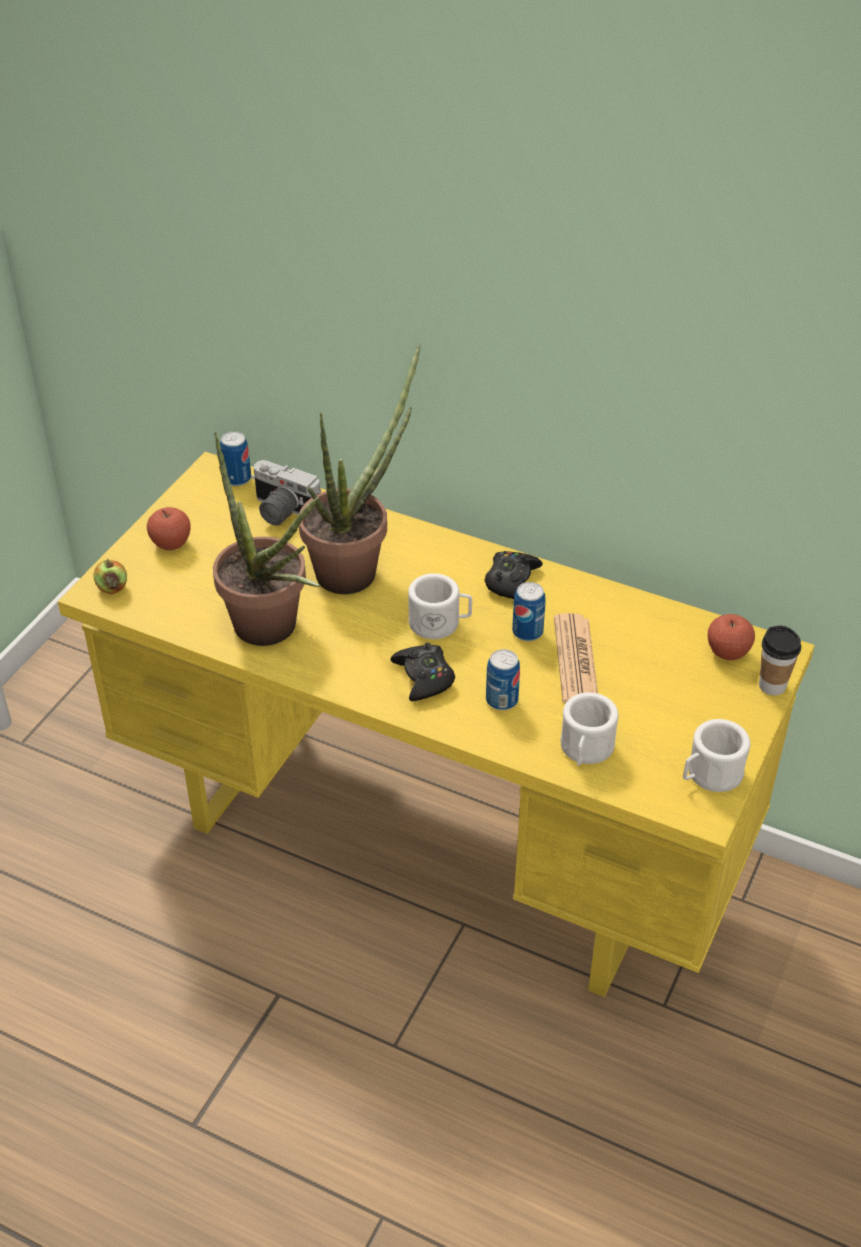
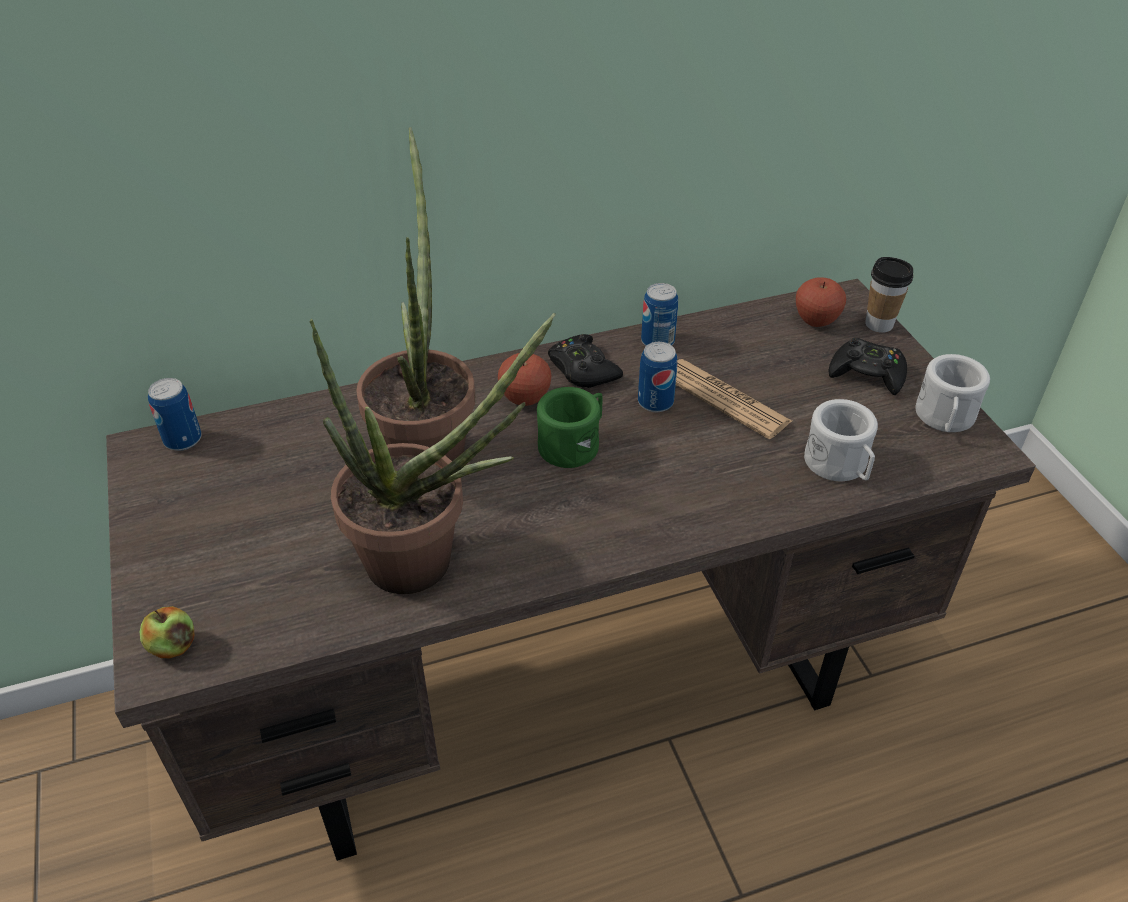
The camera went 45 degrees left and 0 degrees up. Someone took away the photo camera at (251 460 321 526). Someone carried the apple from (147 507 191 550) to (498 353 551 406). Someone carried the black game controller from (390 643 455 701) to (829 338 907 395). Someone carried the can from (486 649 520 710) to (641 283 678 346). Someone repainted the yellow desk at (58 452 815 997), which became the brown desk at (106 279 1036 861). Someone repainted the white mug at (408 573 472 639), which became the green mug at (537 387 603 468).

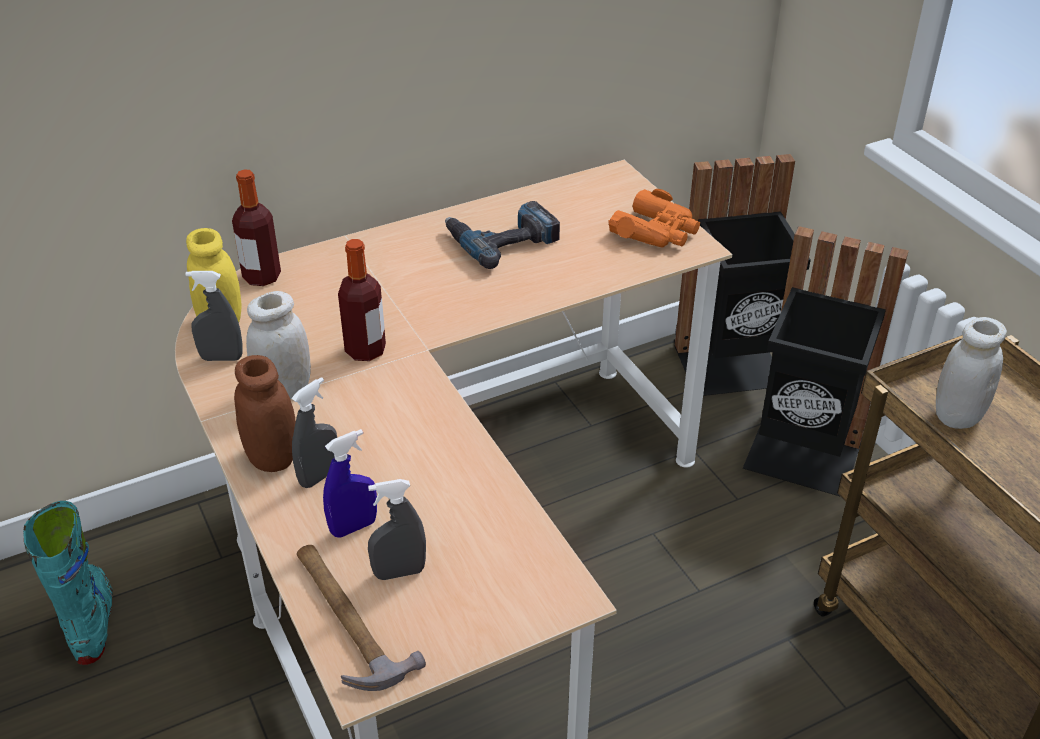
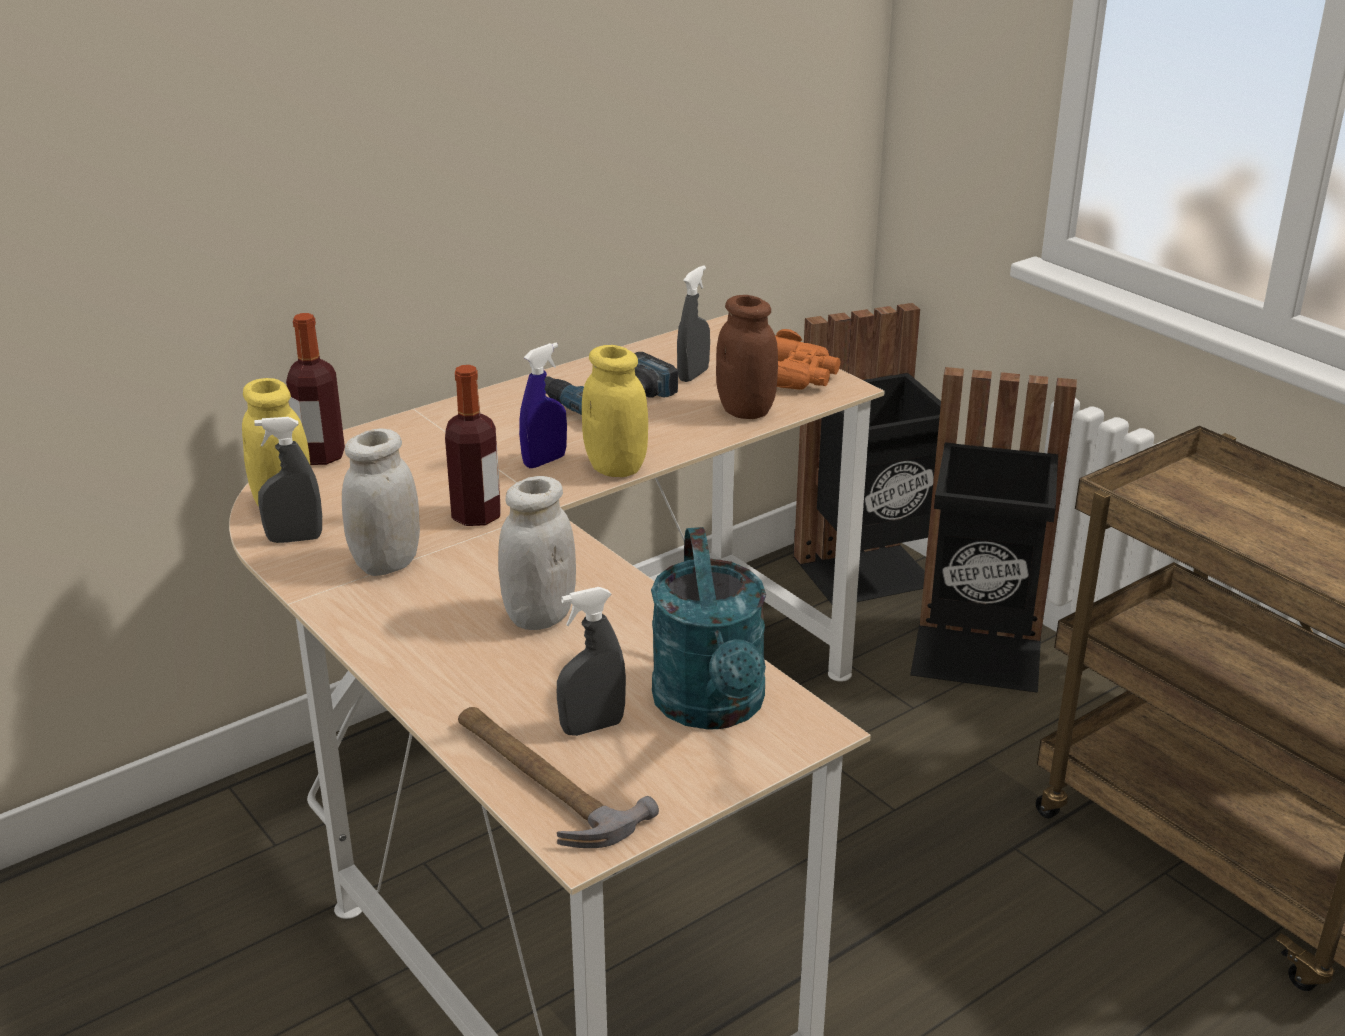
The camera went 10 degrees left and 10 degrees down. Someone took away the turquoise boot at (23 501 113 665). Someone put down the yellow jar at (582 345 648 477). Someone put down the turquoise watering can at (651 527 766 730). Someone carried the brown jar from (234 355 296 472) to (716 295 778 419). Someone carried the grey spray bottle from (291 377 337 488) to (677 265 710 382). Someone carried the blue spray bottle from (323 429 377 538) to (519 343 567 468). Someone carried the white jar from (936 317 1007 429) to (498 476 576 630).

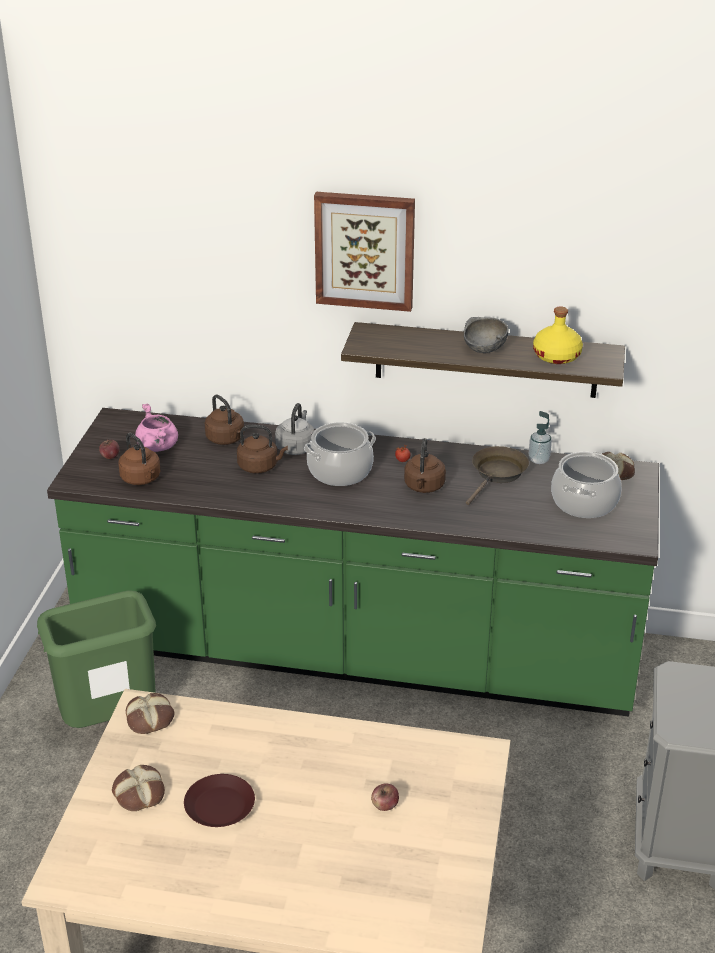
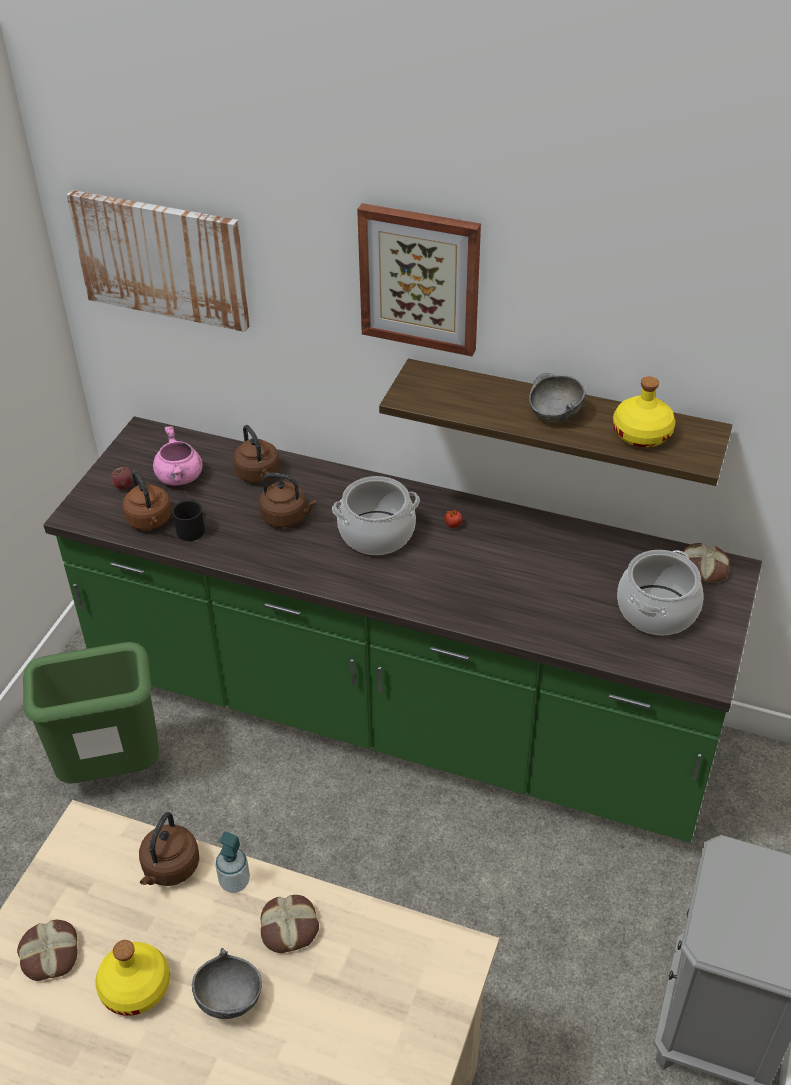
The camera went 10 degrees right and 10 degrees up. Someone took away the grey kettle at (275 403 314 455). Someone took away the apple at (371 784 399 811). Someone took away the brown frying pan at (466 446 529 505). Someone put up the picture at (67 190 250 332). Someone put down the black mug at (172 500 205 541). Someone put down the grey bowl at (192 948 262 1019). Someone carried the bread from (126 693 175 734) to (261 895 319 953). Someone carried the brown kettle from (404 438 446 493) to (139 812 199 886). Someone carried the soap dispenser from (529 411 552 464) to (215 831 250 893). Someone swapped the brown plate at (184 774 255 827) for the yellow bottle at (95 940 170 1016).

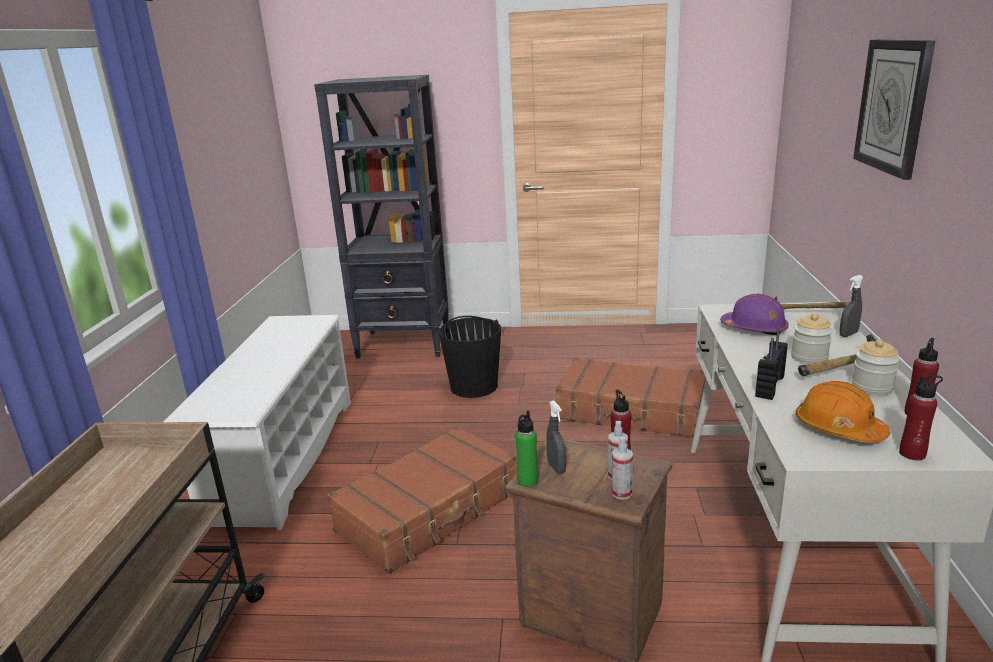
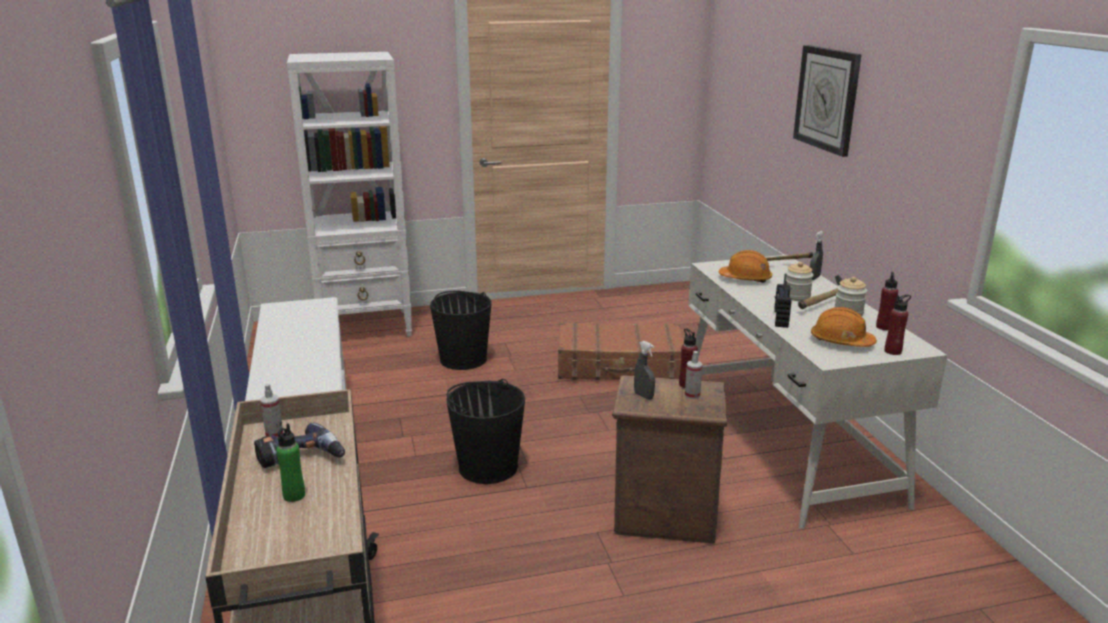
The camera went 20 degrees left and 0 degrees up. Someone put down the power drill at (254 423 345 468). Someone carried the green bottle from (515 410 538 487) to (276 423 305 502). Someone carried the spray bottle from (612 437 633 500) to (260 384 283 438). Someone swapped the brown suitcase at (328 426 516 574) for the black bucket at (446 379 525 484). Someone repainted the black bookcase at (314 75 449 358), which became the white bookcase at (287 52 412 337). Someone repainted the purple hard hat at (720 294 789 336), which became the orange hard hat at (718 250 772 283).

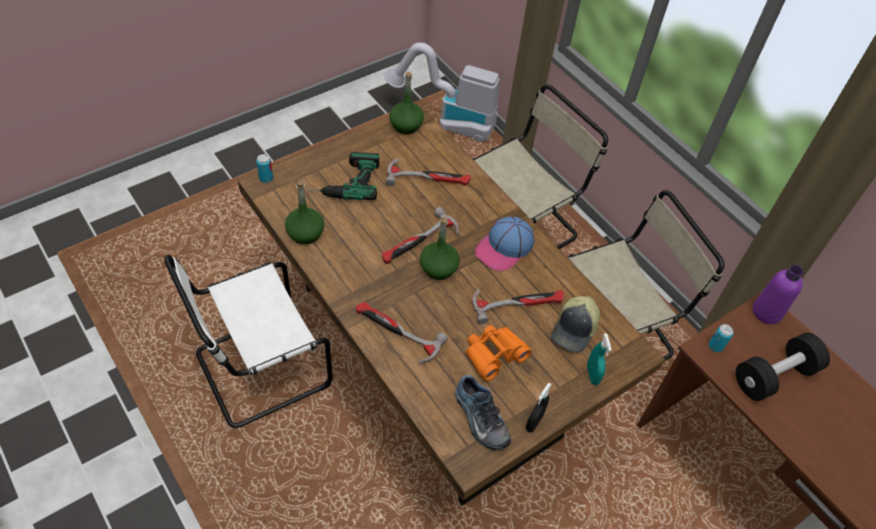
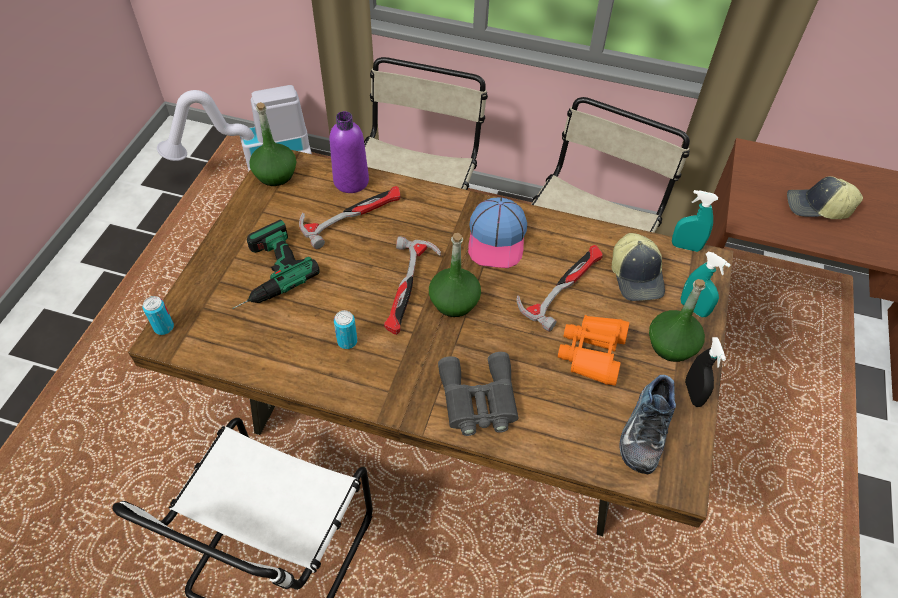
The camera went 35 degrees left and 0 degrees up. Someone put down the turquoise spray bottle at (672 190 718 252). Someone carried the green bottle from (285 181 324 244) to (649 279 706 362). Someone carried the can from (709 324 734 352) to (334 310 357 349). Someone carried the purple bottle from (753 265 803 324) to (330 111 369 193). Someone swapped the hammer at (356 302 448 364) for the grey binoculars at (438 352 519 436). Someone swapped the black dumbbell at (736 333 830 401) for the cap at (787 176 863 219). Someone rotated the shoe at (455 375 511 450) by 90 degrees clockwise.

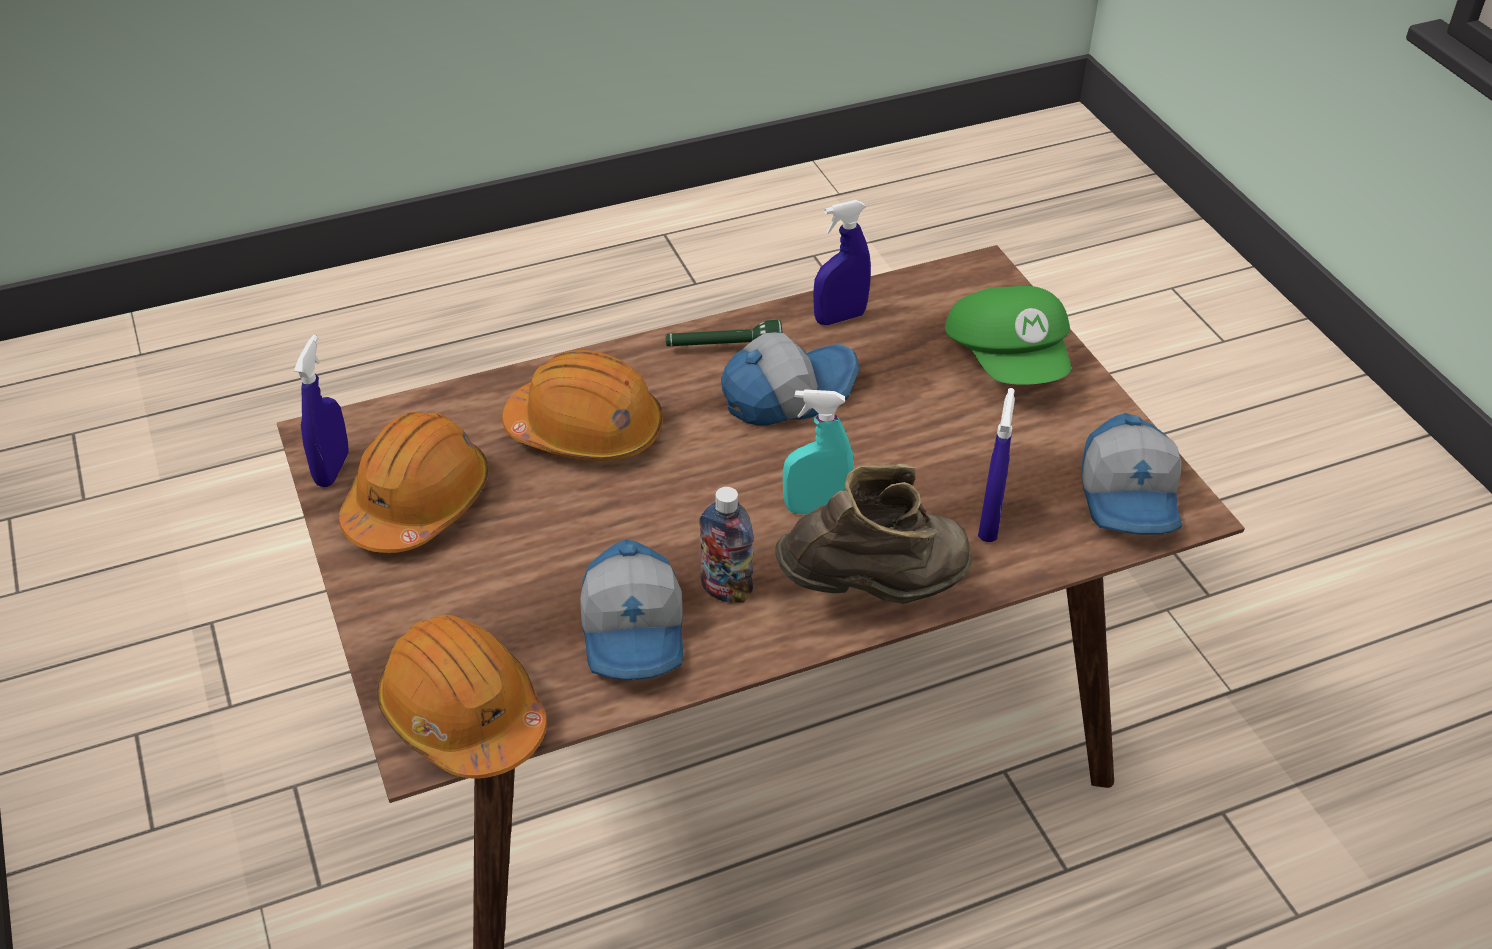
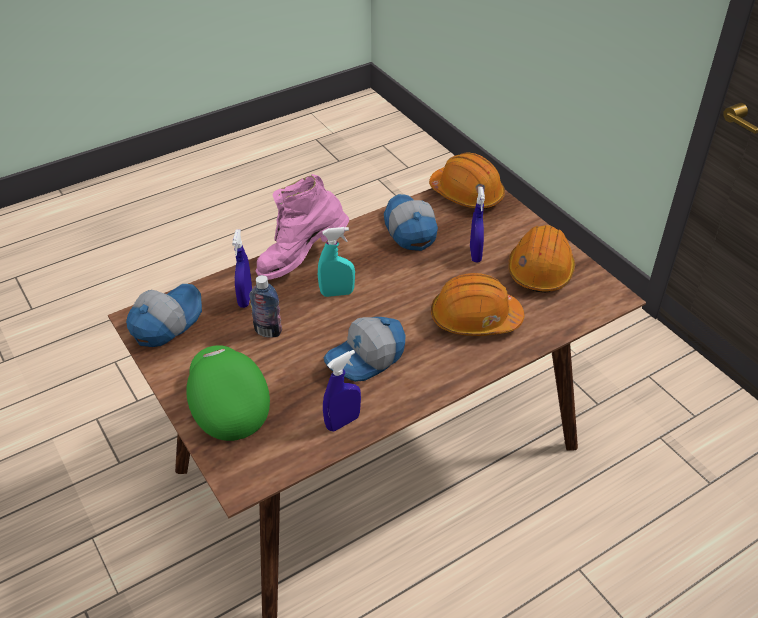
The camera went 170 degrees right and 0 degrees up. Someone took away the green flashlight at (666 320 782 346). Someone carried the blue spray bottle from (294 335 349 487) to (470 187 485 263). Someone carried the bottle from (699 487 754 603) to (249 275 282 338). Someone repainted the brown boot at (775 464 972 604), which became the pink boot at (255 174 349 280). Someone rotated the cap at (1082 413 1182 534) by 45 degrees clockwise.

